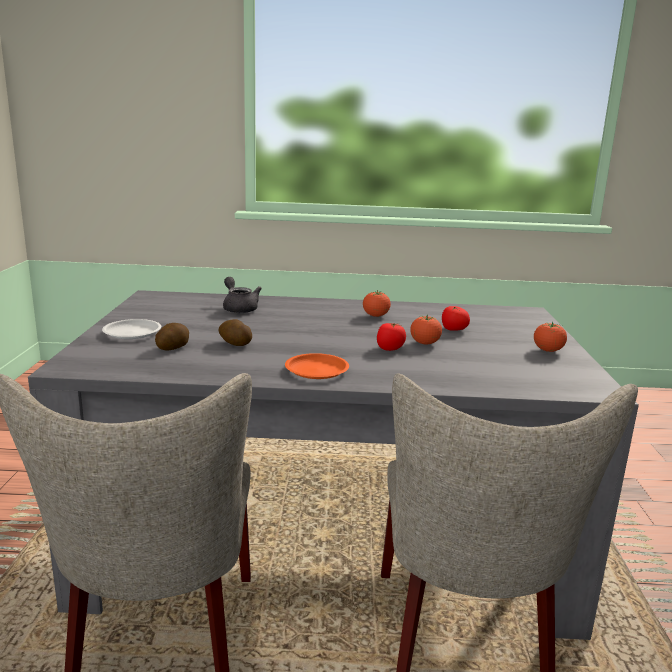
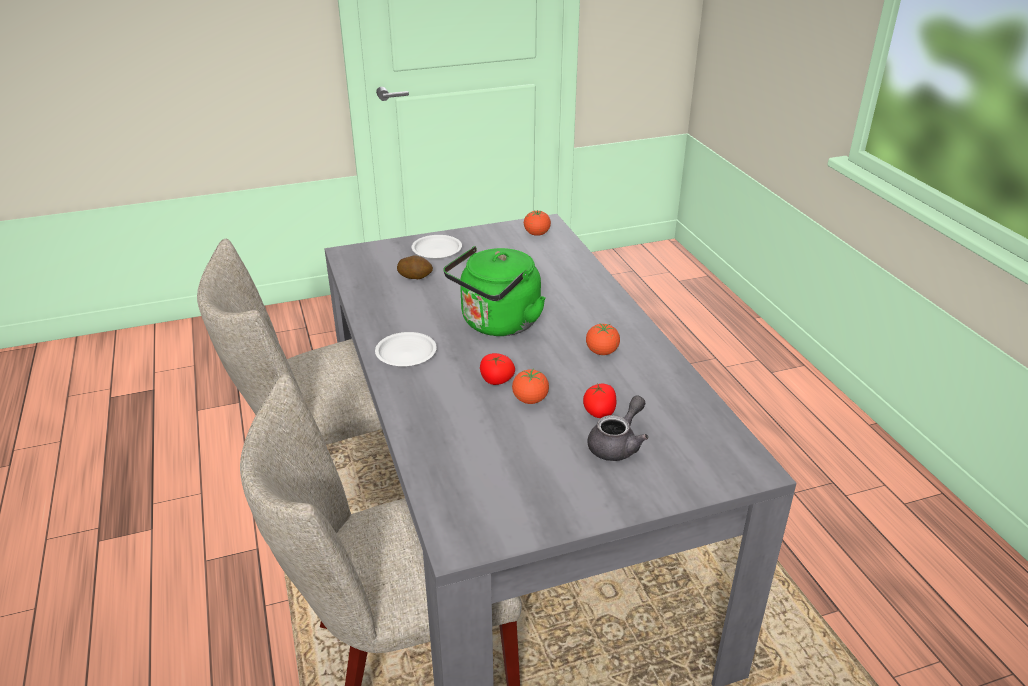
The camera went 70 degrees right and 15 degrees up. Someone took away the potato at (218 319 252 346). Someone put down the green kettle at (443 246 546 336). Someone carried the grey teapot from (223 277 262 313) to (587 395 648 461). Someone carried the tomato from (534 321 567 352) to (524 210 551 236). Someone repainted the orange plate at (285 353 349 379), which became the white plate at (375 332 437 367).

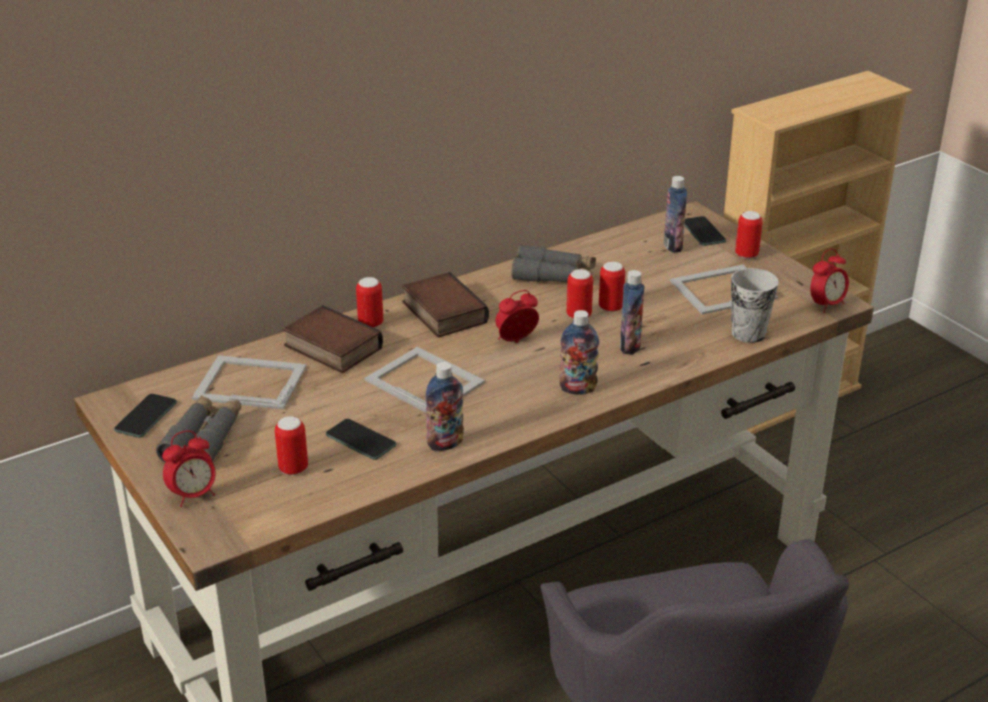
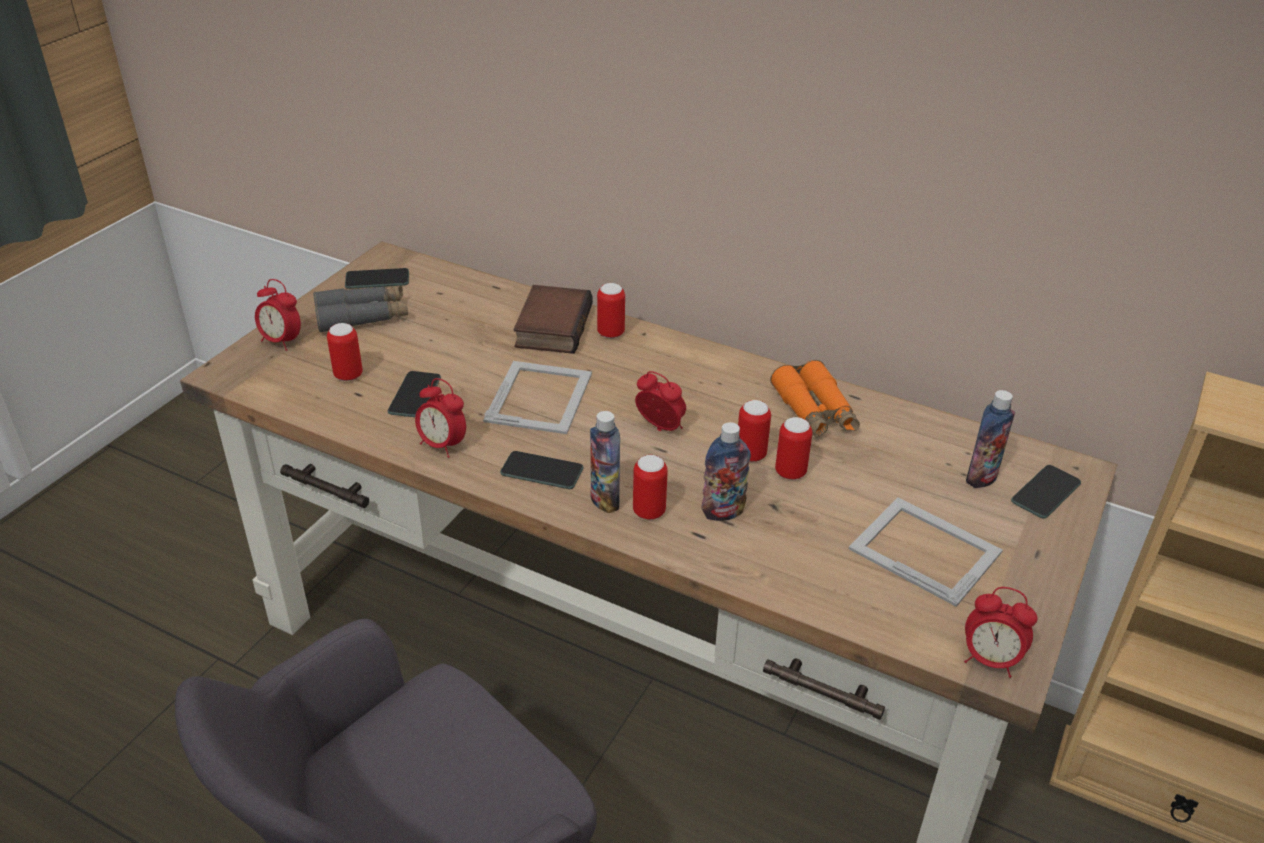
The camera went 60 degrees right and 5 degrees up. Someone took away the picture frame at (192 355 306 410). Someone took away the book at (402 272 489 337). Someone took away the cup at (731 268 779 343). Someone put down the phone at (500 451 584 489). Someone carried the can from (735 211 763 259) to (633 455 668 520). Someone swapped the bottle at (425 362 464 451) for the alarm clock at (415 378 466 458). Someone repainted the grey binoculars at (512 245 596 282), which became the orange binoculars at (770 360 860 438).

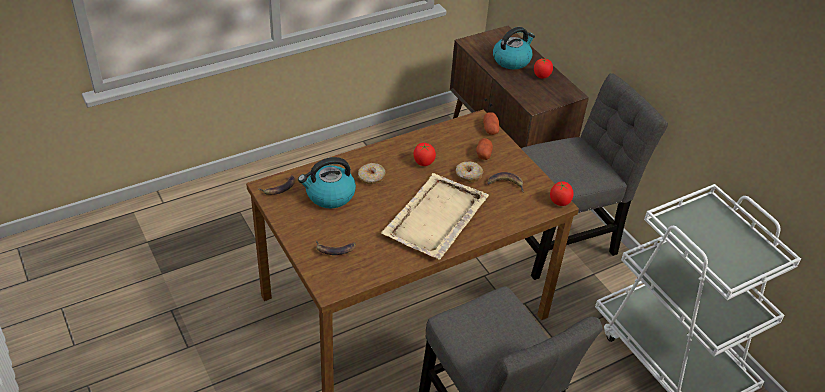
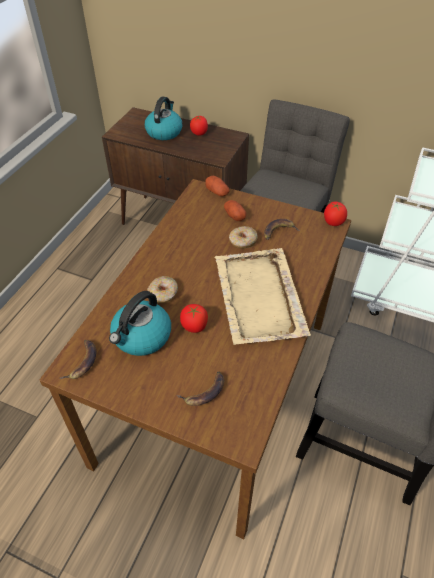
The camera went 35 degrees left and 5 degrees up. Someone carried the tomato from (413 143 436 166) to (180 304 208 333).

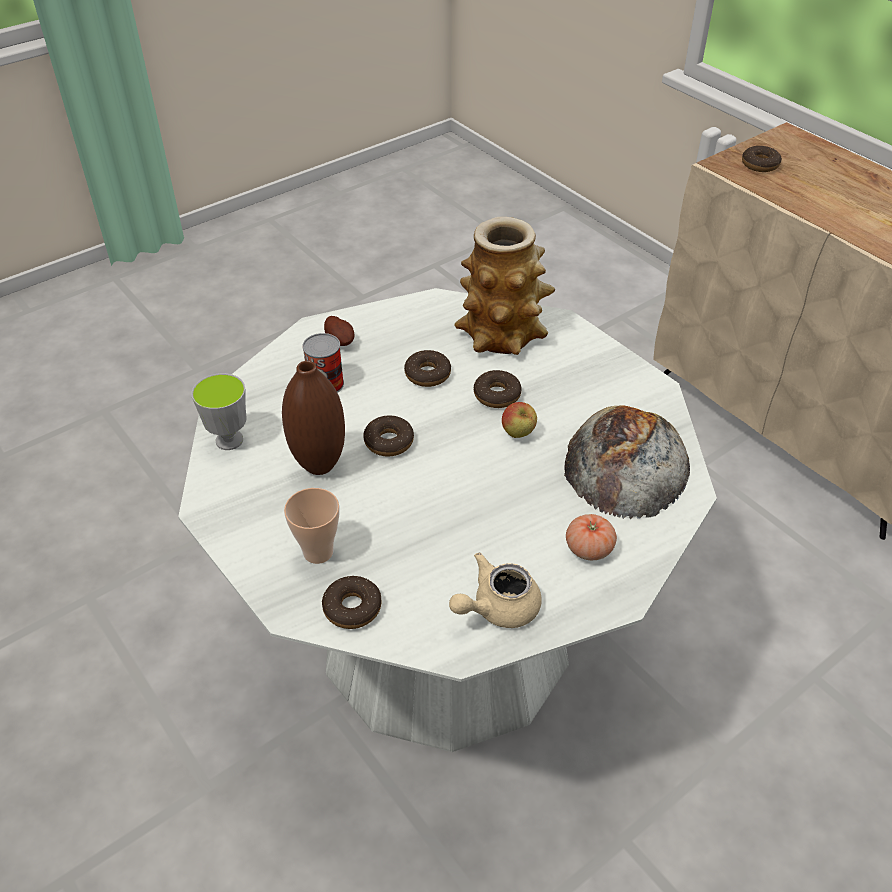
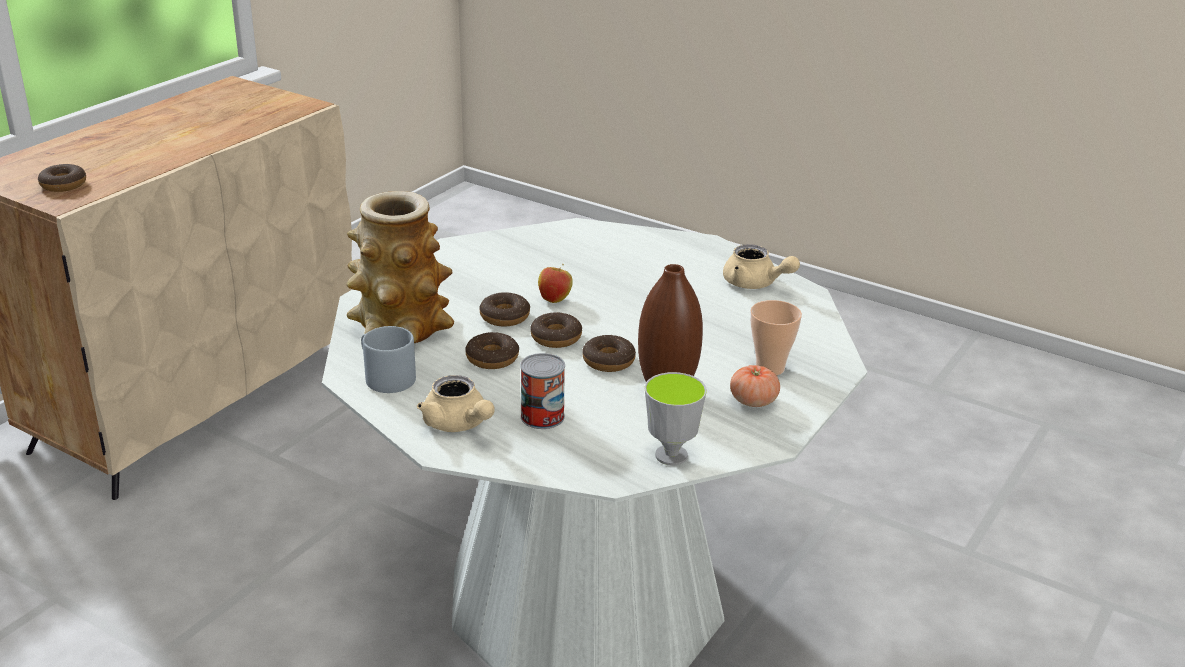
The camera went 110 degrees left and 15 degrees down. Someone took away the bread at (564 405 690 519). Someone put down the grey mug at (361 326 416 393). Someone carried the donut from (322 576 382 629) to (530 312 582 348). Someone carried the tomato from (566 514 617 560) to (730 365 780 407). Someone swapped the potato at (324 316 355 346) for the beige teapot at (417 375 495 432).

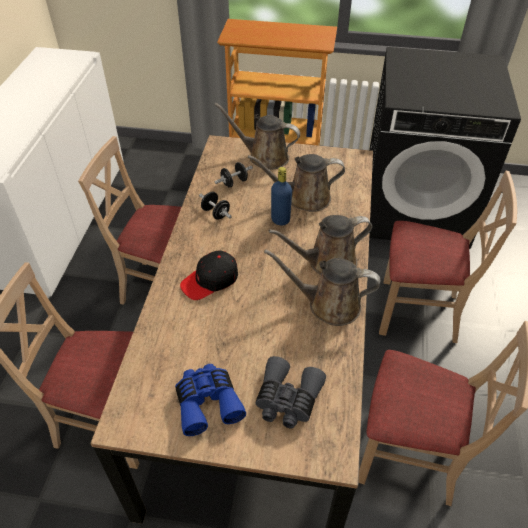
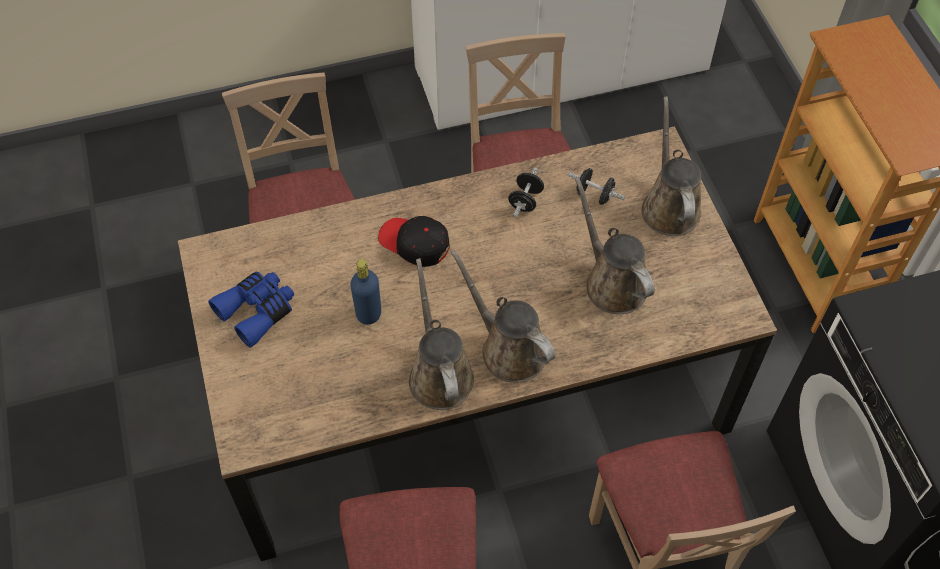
The camera went 65 degrees right and 10 degrees up. Someone took away the grey binoculars at (256 356 326 429). Someone carried the blue bottle from (271 167 292 225) to (350 259 381 325).

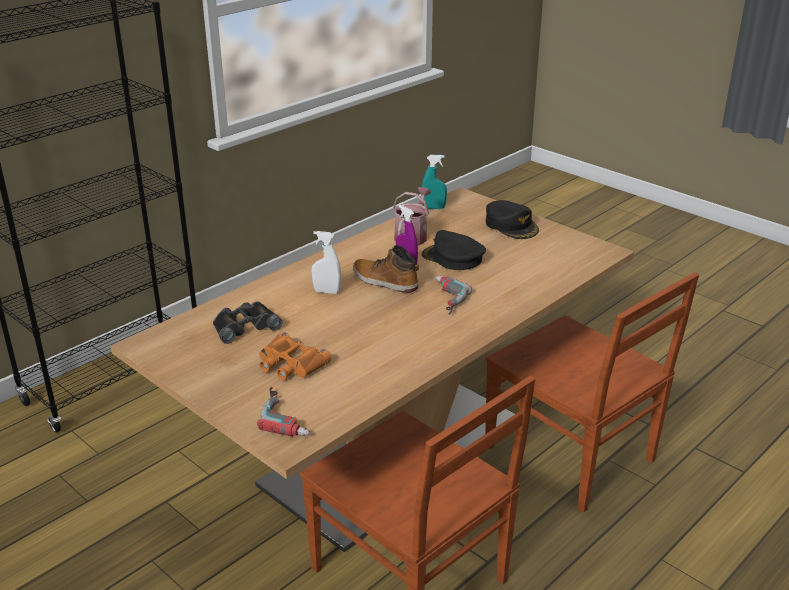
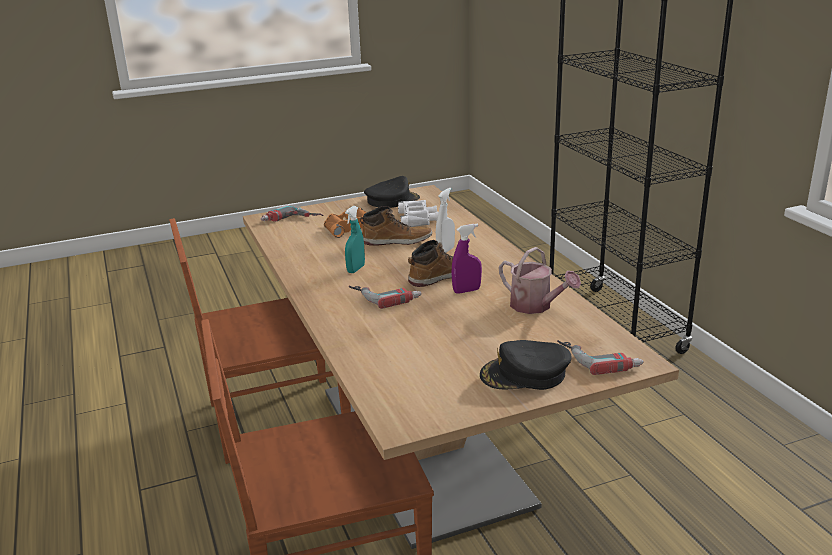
The camera went 115 degrees right and 5 degrees down. Someone put down the boot at (360 206 432 246). Someone put down the power drill at (557 340 644 375). Someone carried the turquoise spray bottle from (422 155 447 209) to (345 206 365 273). Someone carried the black cap from (422 230 486 270) to (364 176 420 208). Someone repainted the black binoculars at (213 302 282 344), which became the white binoculars at (398 200 439 227).

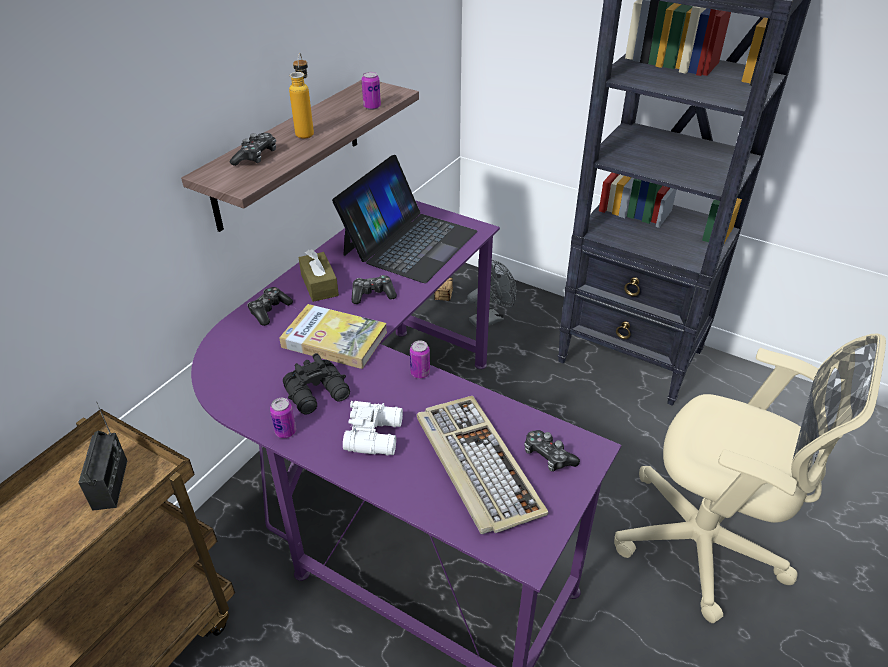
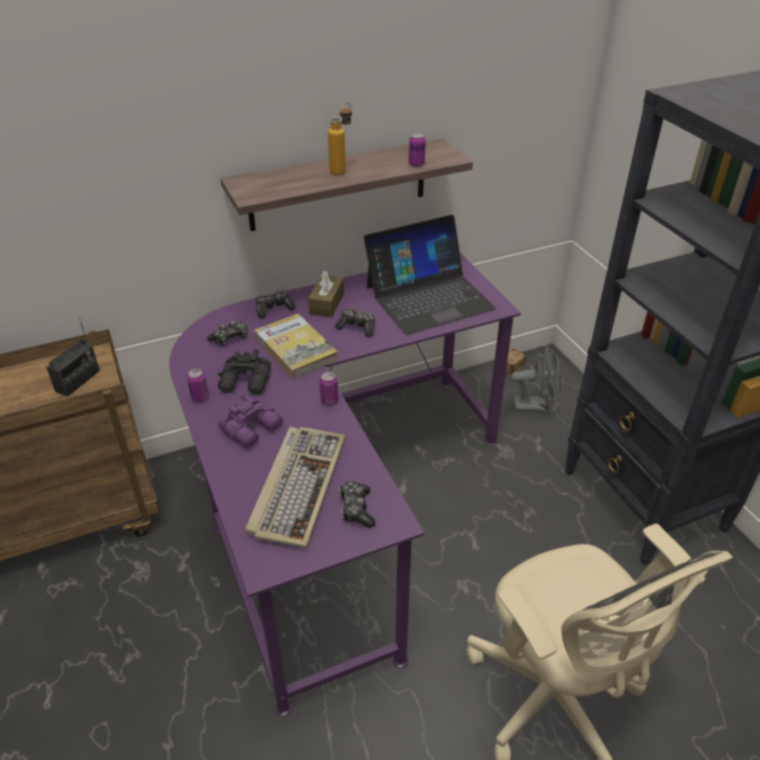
The camera went 35 degrees right and 0 degrees up. Someone carried the game controller from (230 133 276 166) to (207 321 248 346). Someone repainted the white binoculars at (343 401 403 456), which became the purple binoculars at (218 394 283 449).

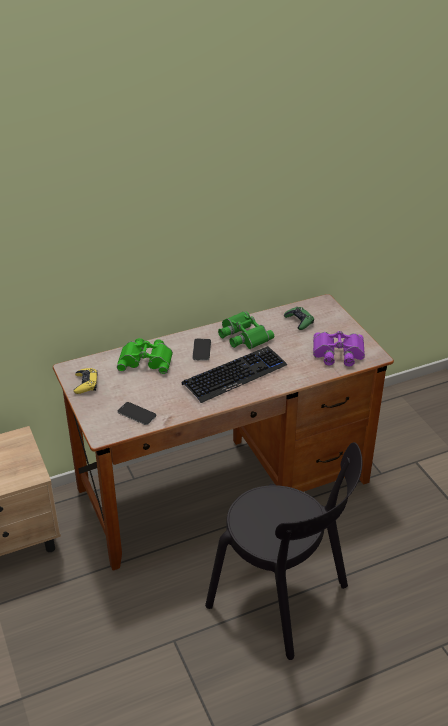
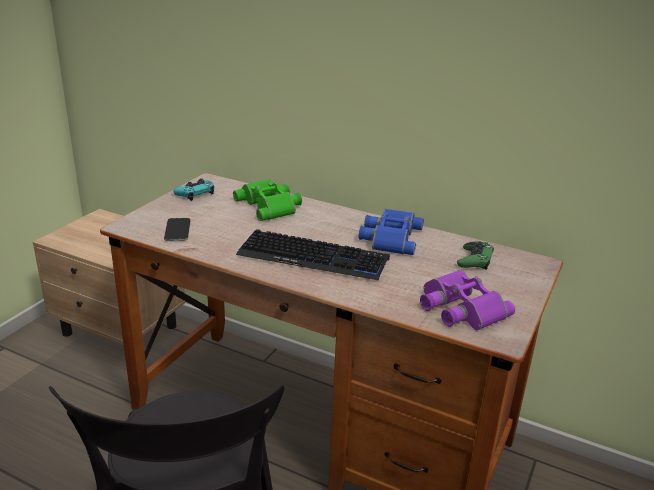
The camera went 50 degrees right and 10 degrees down. Someone took away the phone at (192 339 211 361). Someone repainted the yellow game controller at (74 368 97 394), which became the turquoise game controller at (173 178 214 201). Someone repainted the green binoculars at (218 311 274 349), which became the blue binoculars at (359 209 424 255).

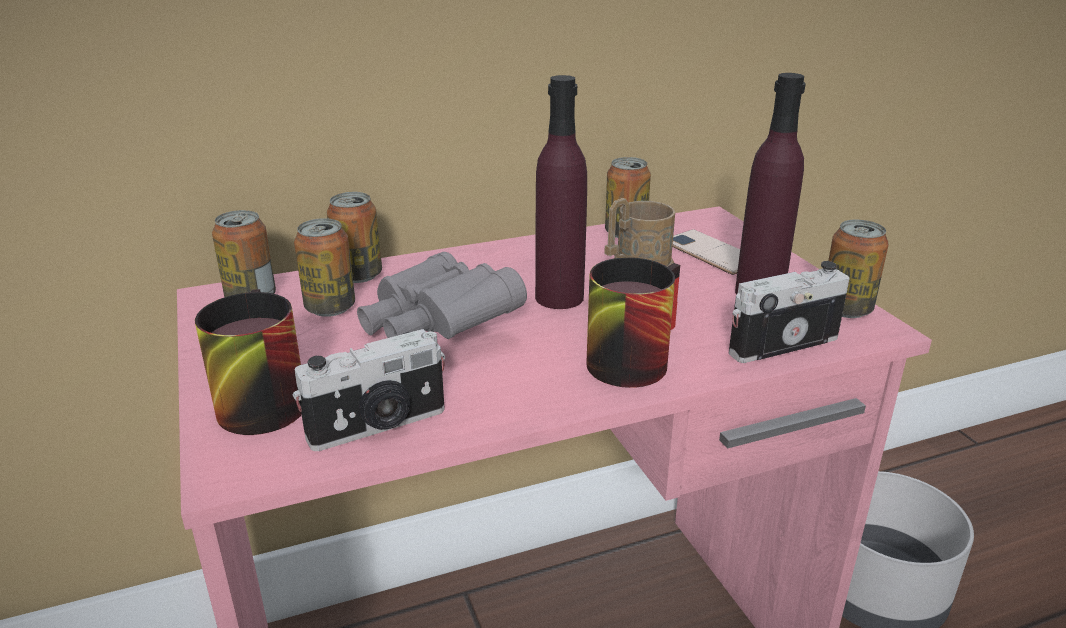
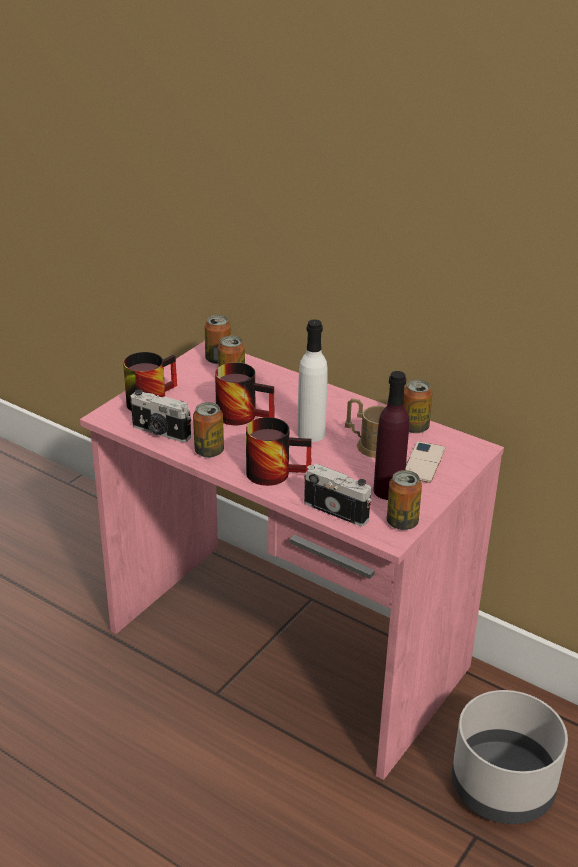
The camera went 55 degrees right and 5 degrees up. Someone carried the can from (327 192 382 283) to (193 402 224 458). Someone swapped the grey binoculars at (357 252 527 339) for the mug at (215 362 274 425). Someone repainted the purple bottle at (535 75 587 309), which became the white bottle at (297 320 328 442).

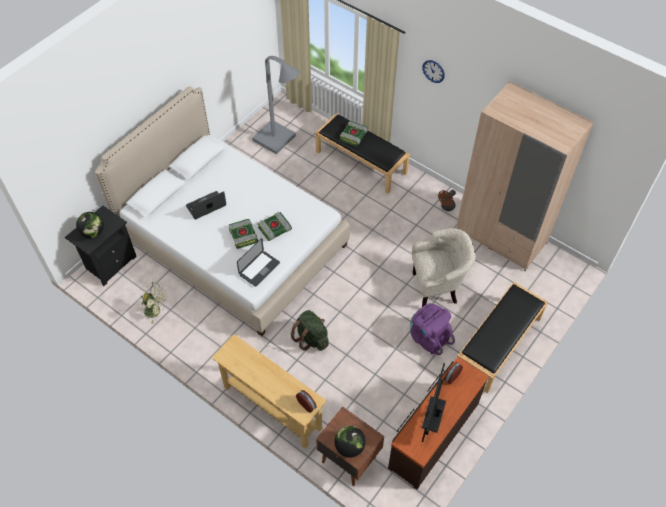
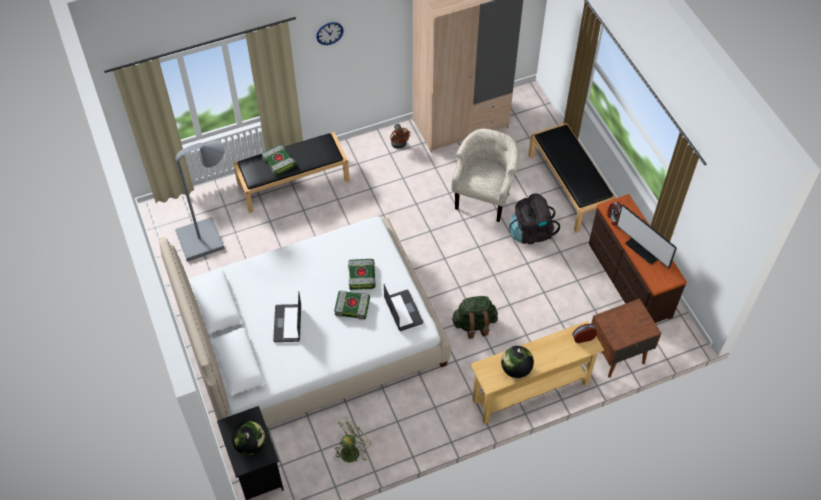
The camera went 60 degrees left and 0 degrees up. Someone carried the globe from (334 426 365 458) to (501 346 534 378). Someone repainted the purple backpack at (410 303 455 355), which became the black backpack at (509 193 560 244).

